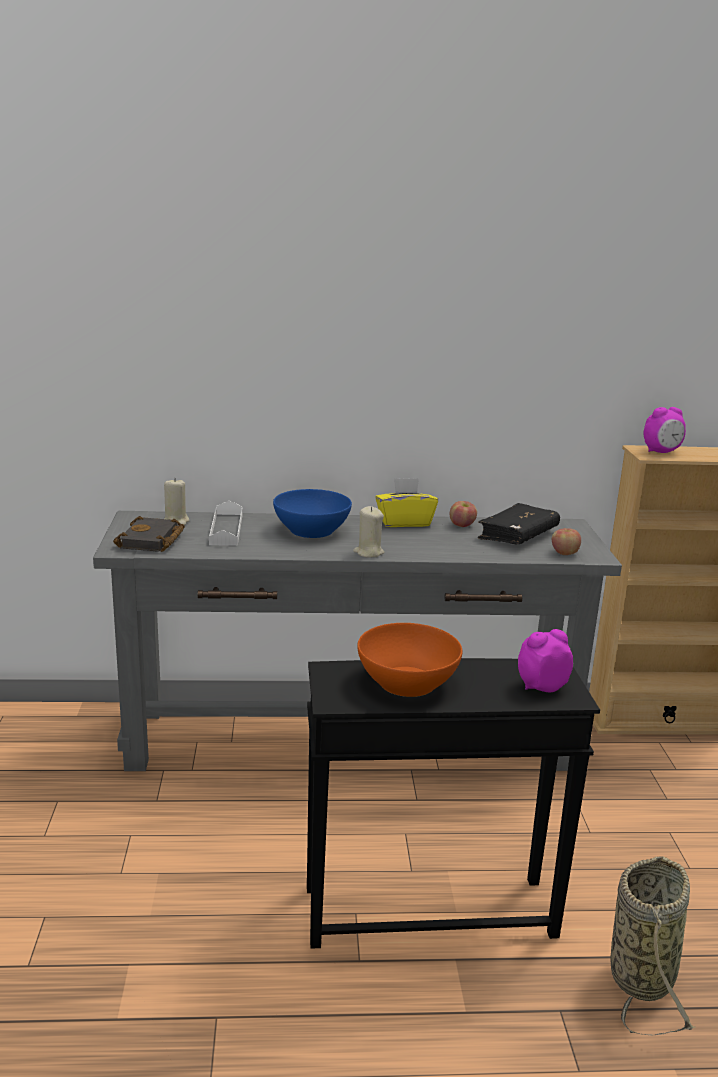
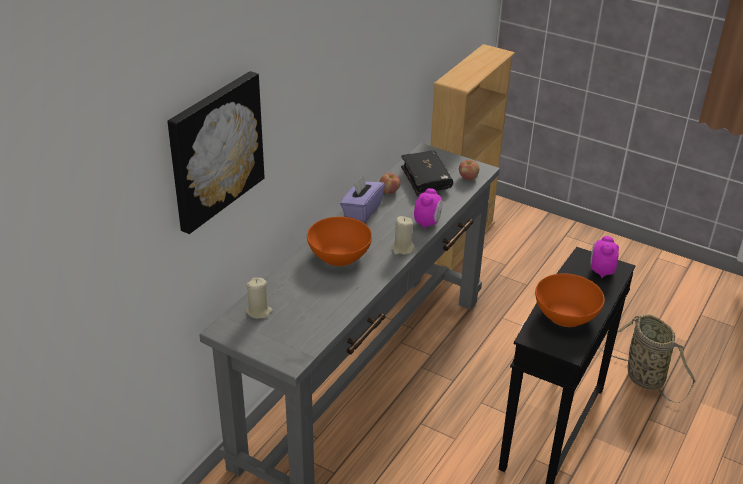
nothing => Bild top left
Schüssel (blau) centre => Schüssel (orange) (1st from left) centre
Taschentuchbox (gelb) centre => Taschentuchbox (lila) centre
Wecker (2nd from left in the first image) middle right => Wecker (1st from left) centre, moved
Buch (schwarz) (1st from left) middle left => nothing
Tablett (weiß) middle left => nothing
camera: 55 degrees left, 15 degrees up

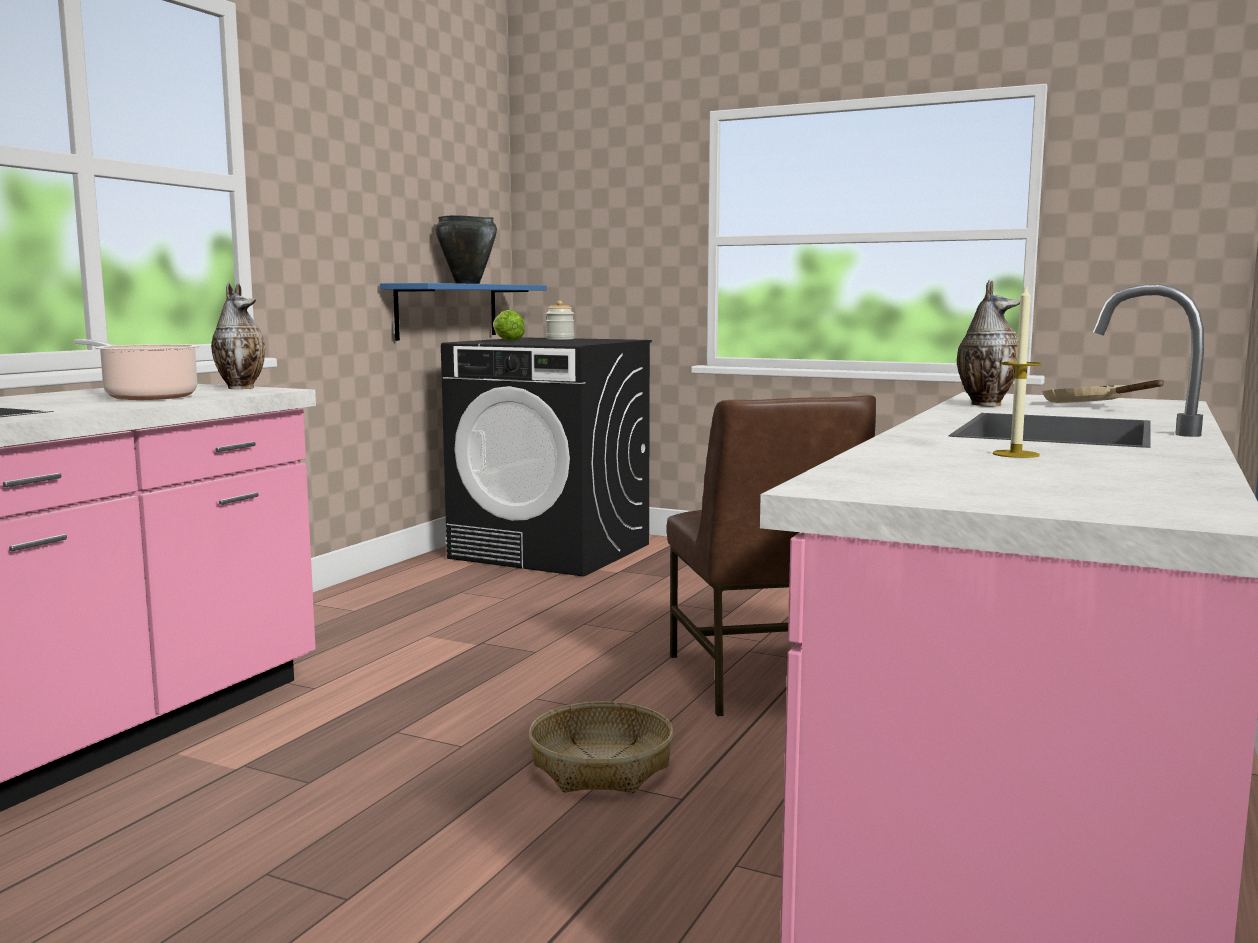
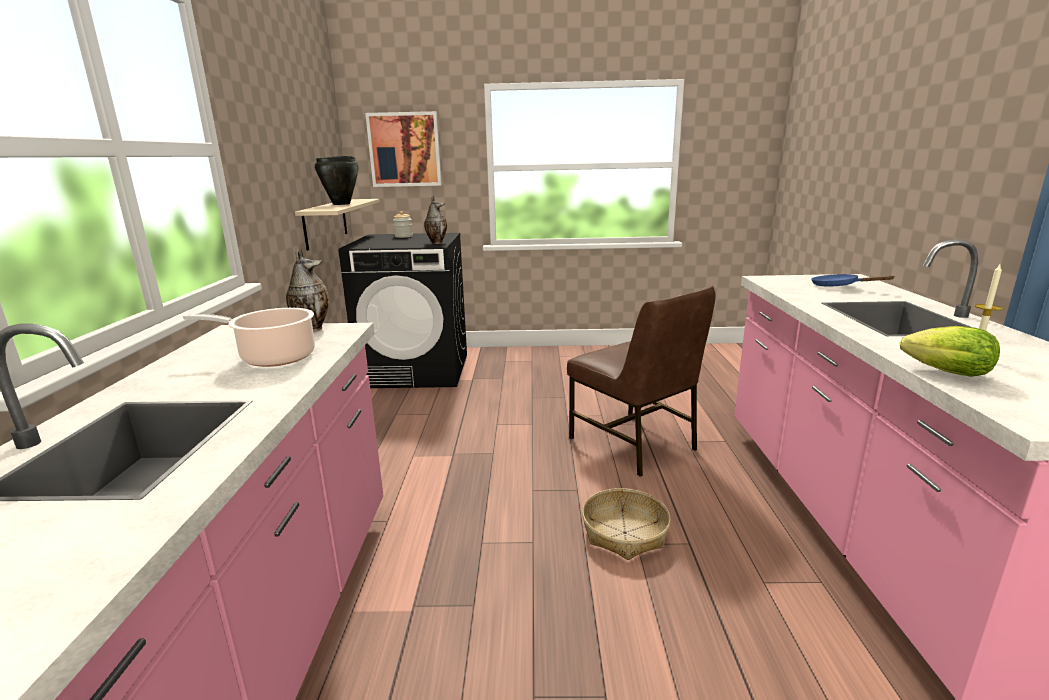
Wandregal (blau) top centre => Wandregal (beige) top left
nothing => Bild top centre
Vase (2nd from left) middle right => Vase (2nd from left) top centre, moved
Pfanne (beige) middle right => Pfanne (blau) middle right
Salatkopf centre => Salatkopf middle right, moved
camera: 25 degrees left, 10 degrees up

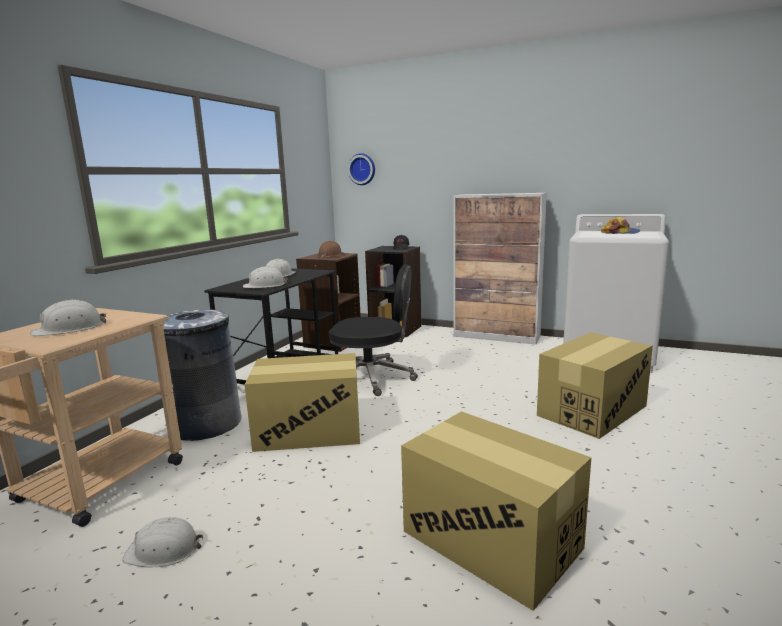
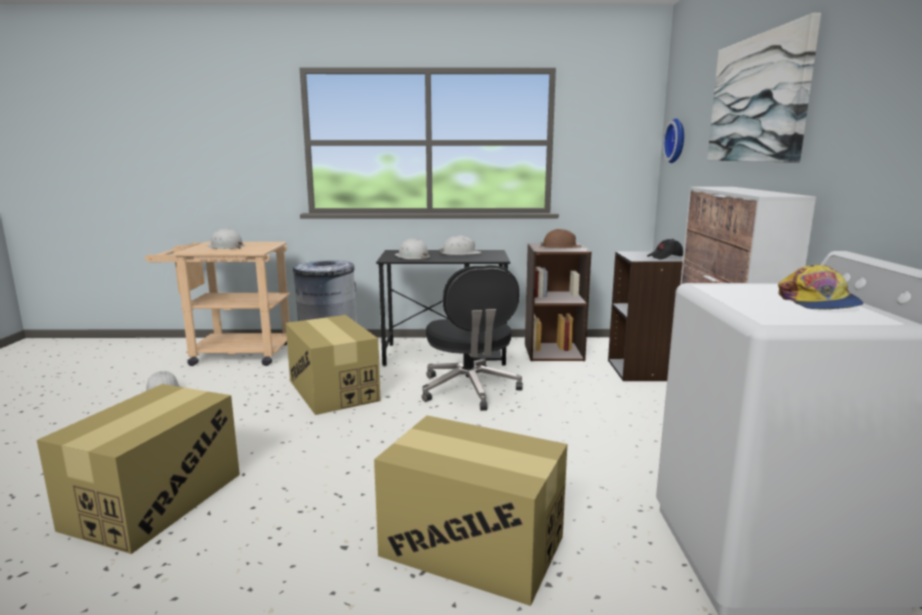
nothing => Bild top right
camera: 65 degrees right, 0 degrees up

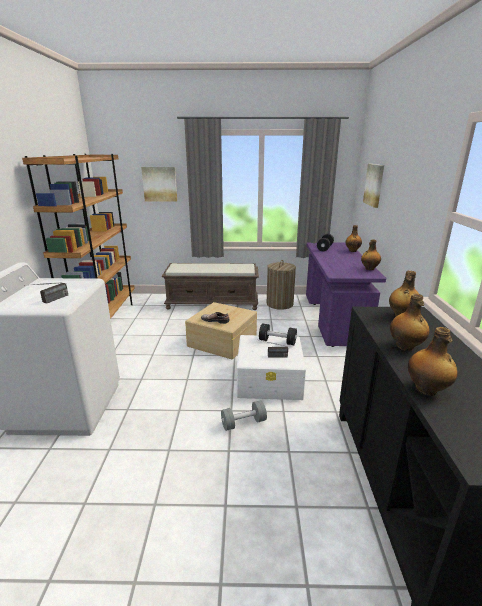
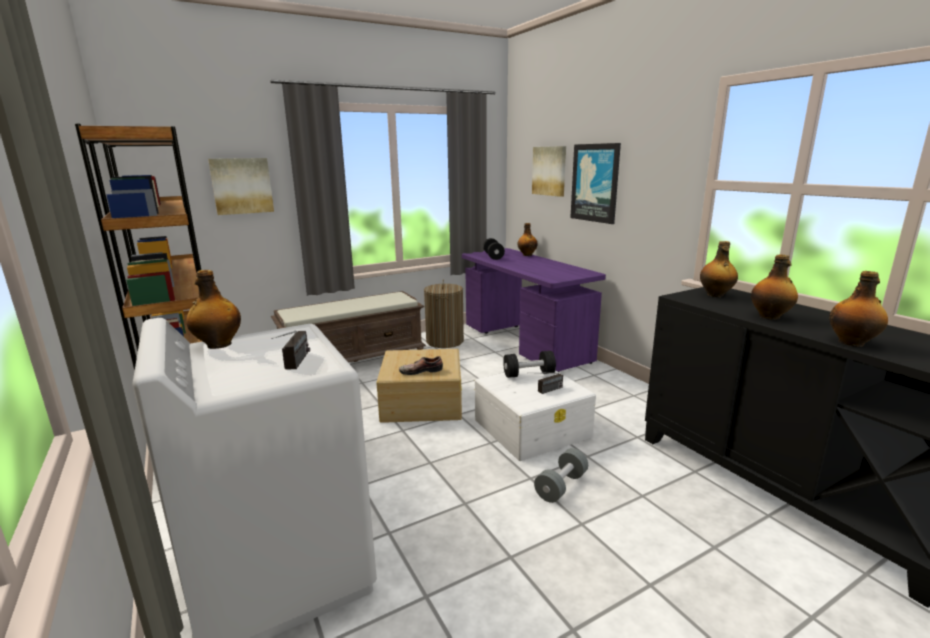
Flasche (2nd from left in the first image) middle right => Flasche (1st from left) middle left, moved
nothing => Bild (3rd from left) top centre
camera: 30 degrees left, 5 degrees down

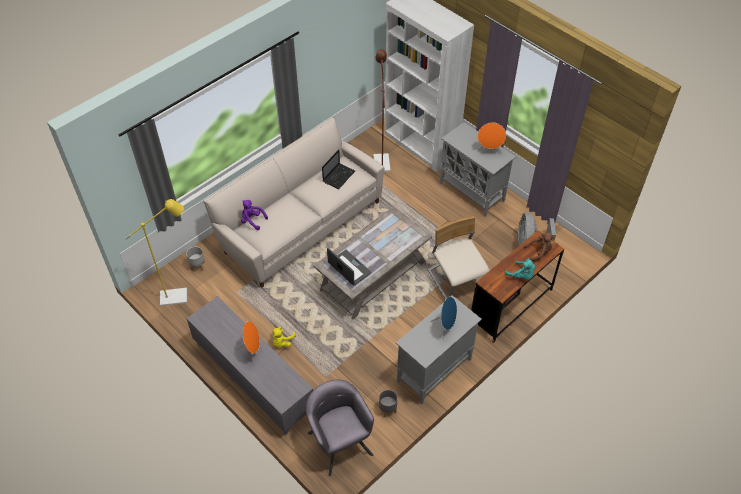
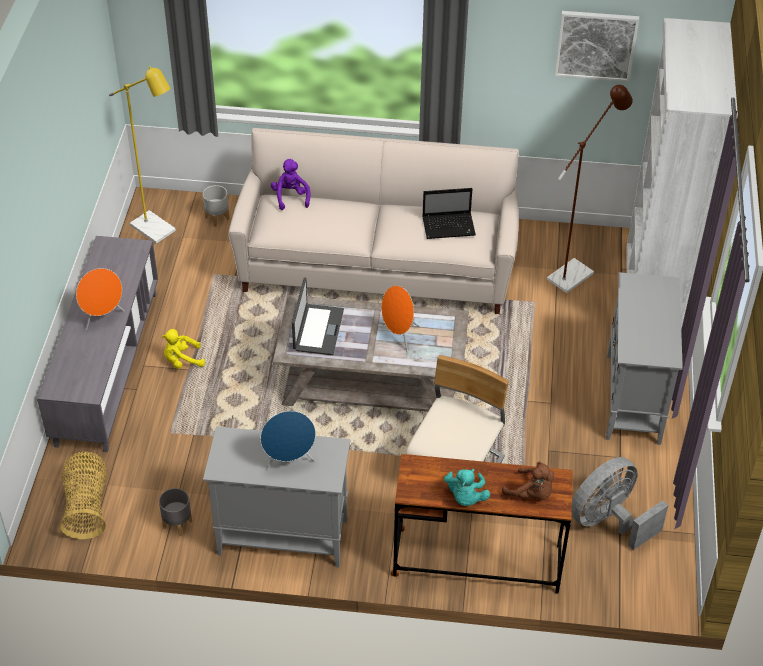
Sessel (grau) bottom centre => Korb bottom left
Lautsprecher (orange) (2nd from left) top centre => Lautsprecher (orange) (2nd from left) centre, moved
nothing => Bild top right
camera: 50 degrees right, 5 degrees down

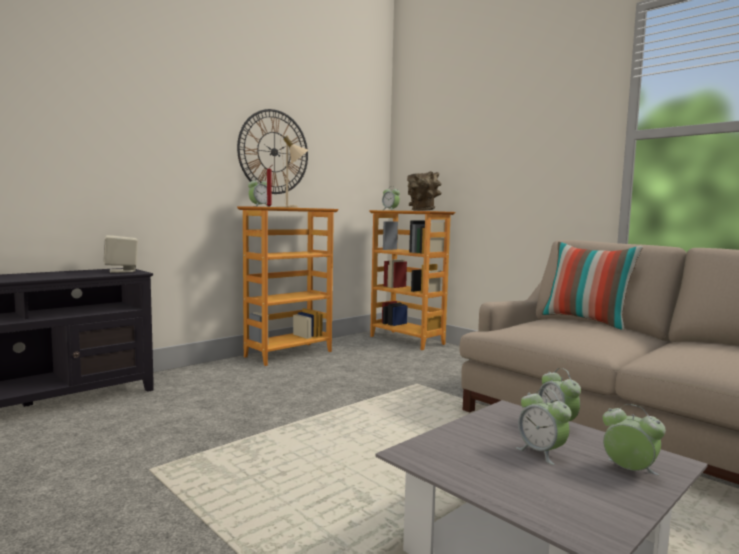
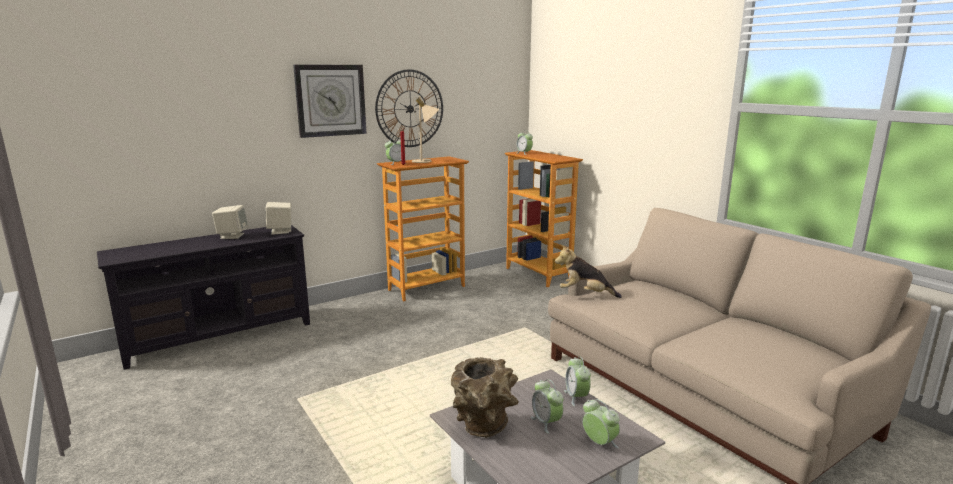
nothing => Lautsprecher (beige) (1st from left) middle left
nothing => Wanduhr (1st from left) top centre
Vase (braun) centre => Vase (braun) bottom centre, moved
nothing => Plüschtier centre
Kissen middle right => nothing
camera: 10 degrees right, 10 degrees up

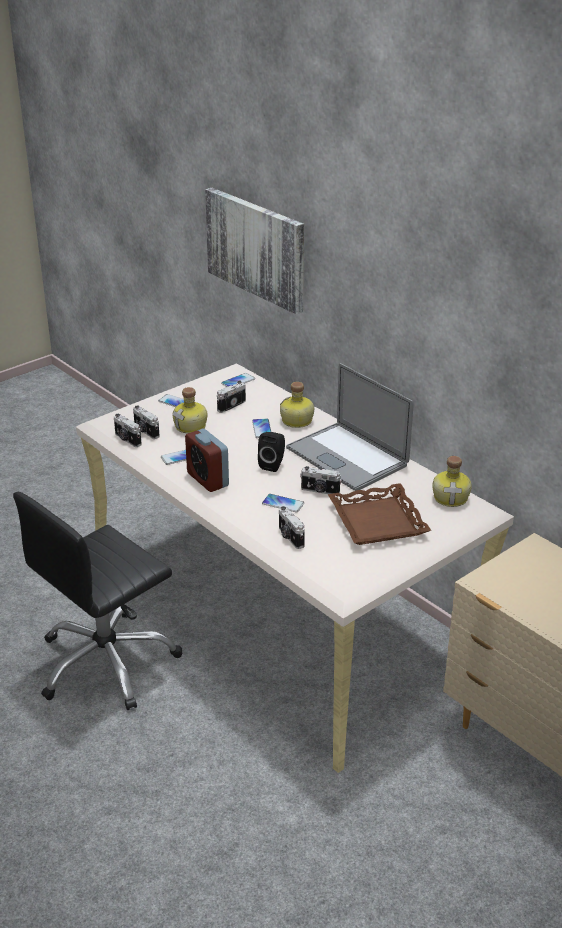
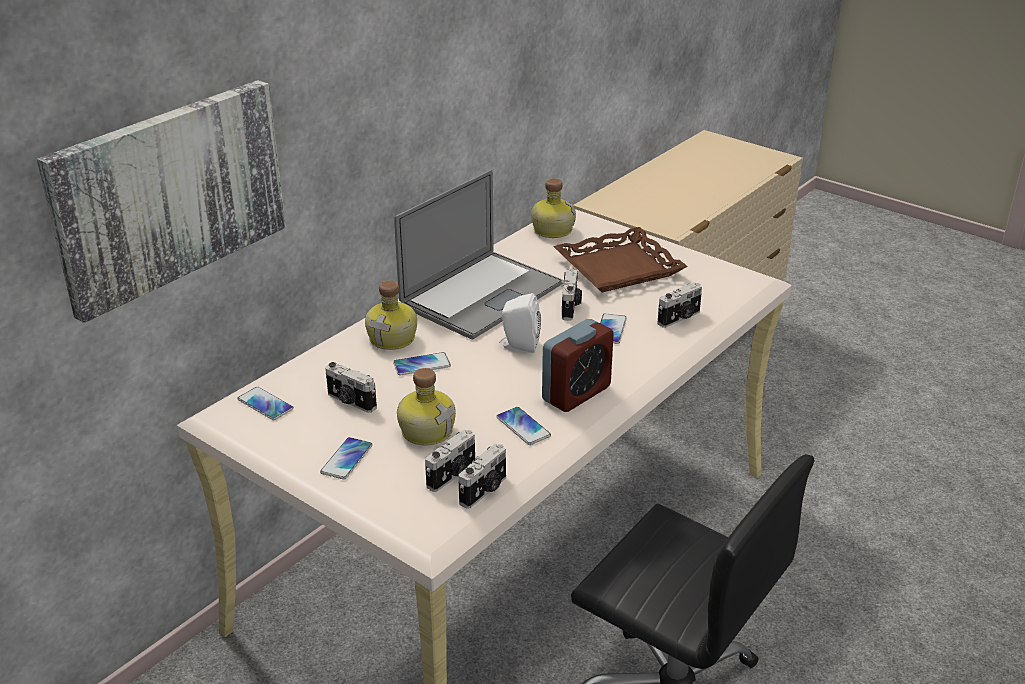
Lautsprecher (schwarz) centre => Lautsprecher (weiß) centre
camera: 100 degrees left, 0 degrees up

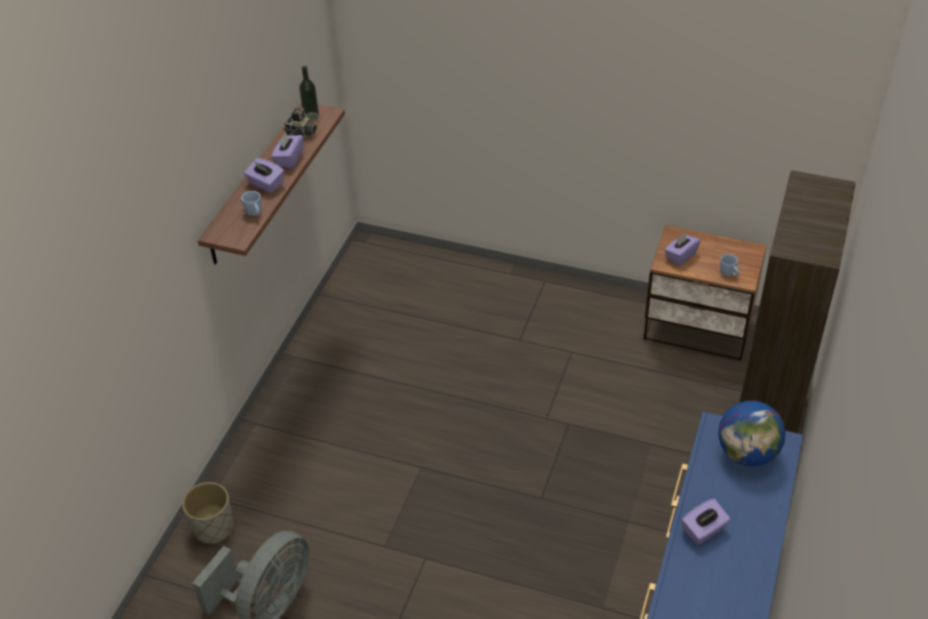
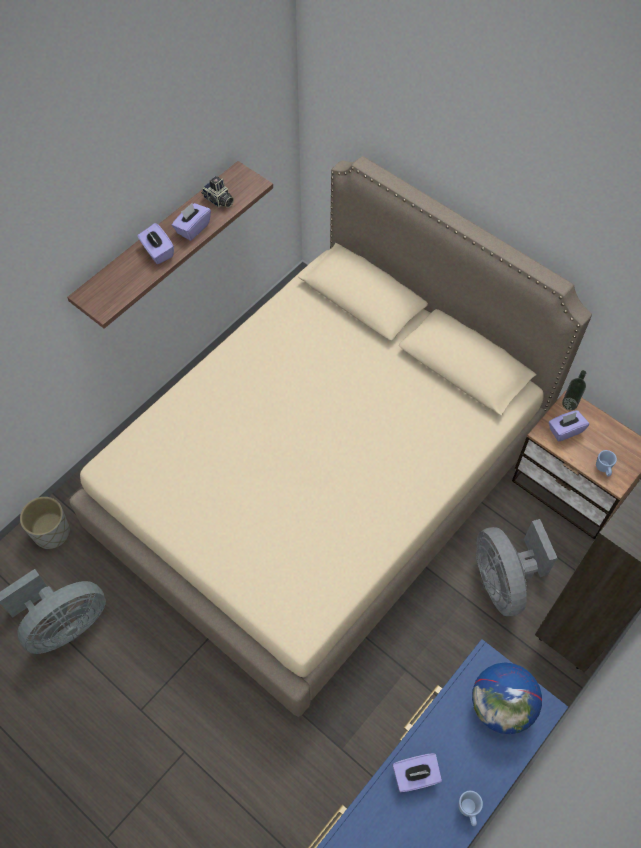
nothing => Bett (beige) centre
Henkelbecher (blau) (1st from left) top left => Henkelbecher (blau) (1st from left) bottom right, moved
nothing => Ventilator (grau) (2nd from left) bottom right
Flasche top left => Flasche middle right, moved
camera: 20 degrees right, 15 degrees up

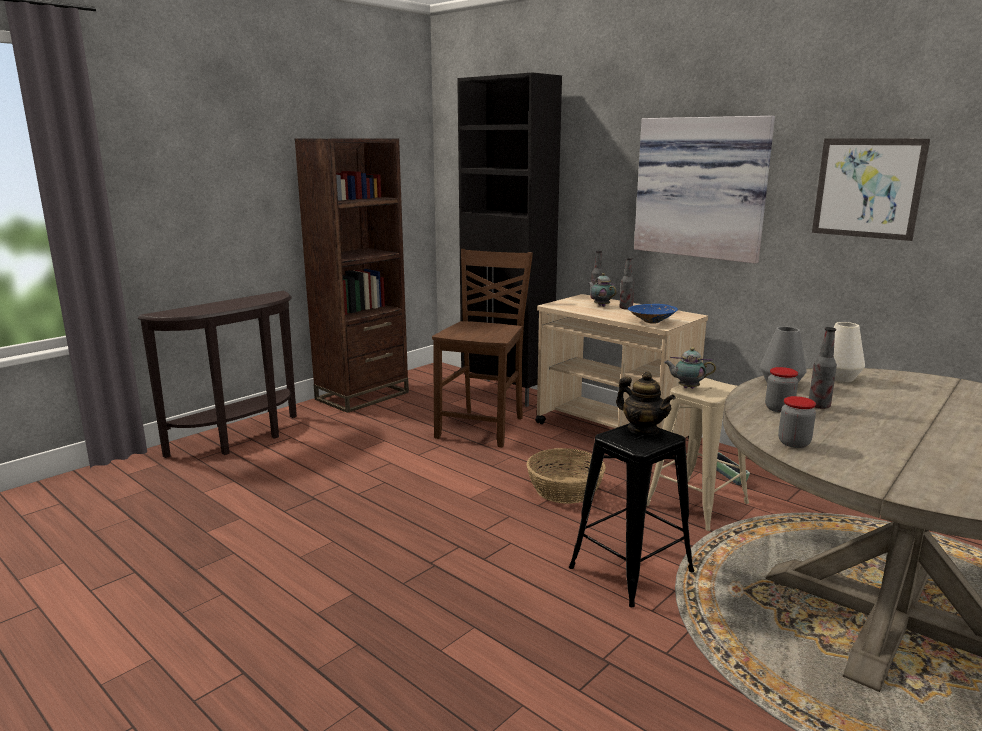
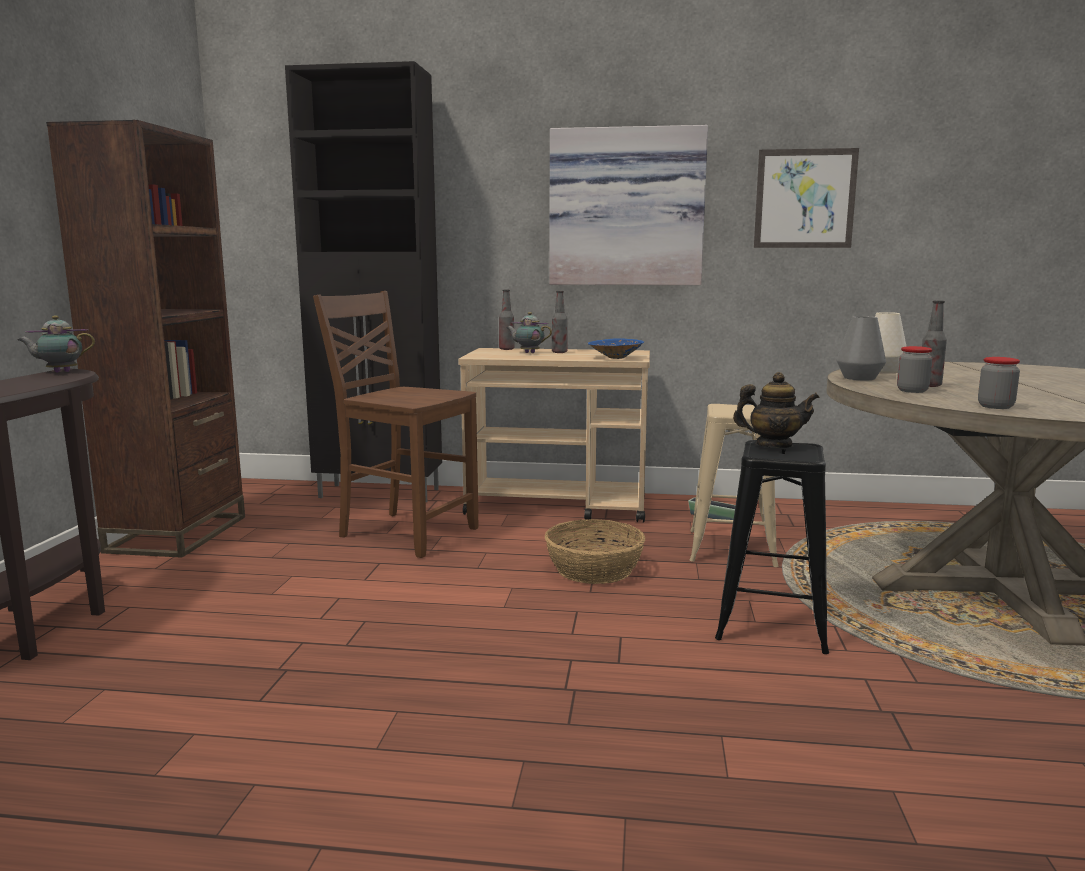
Teekanne (3rd from left in the first image) middle right => Teekanne (1st from left) middle left, moved
Stuhl (braun) centre, 45 degrees counterclockwise
camera: 35 degrees left, 5 degrees down

